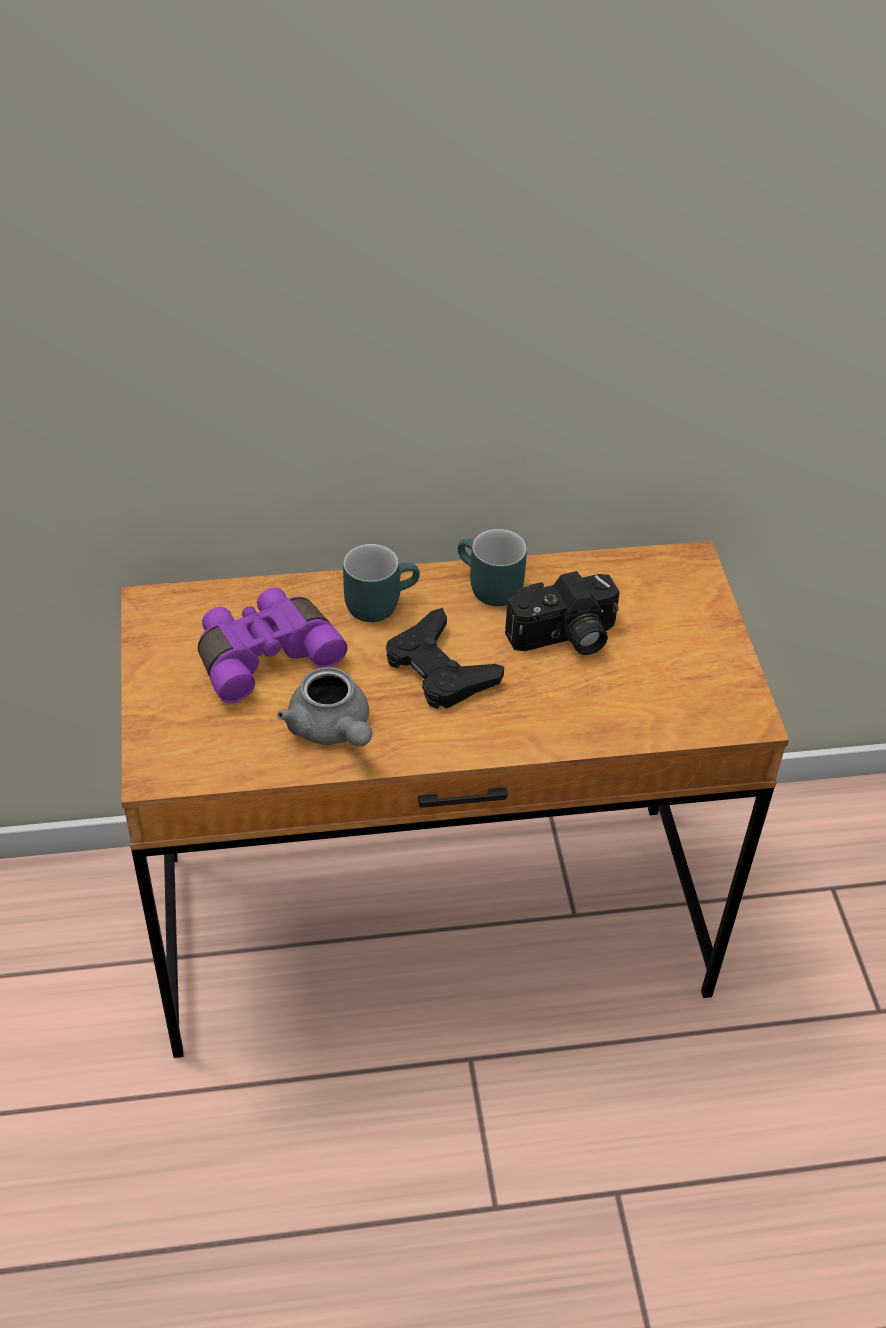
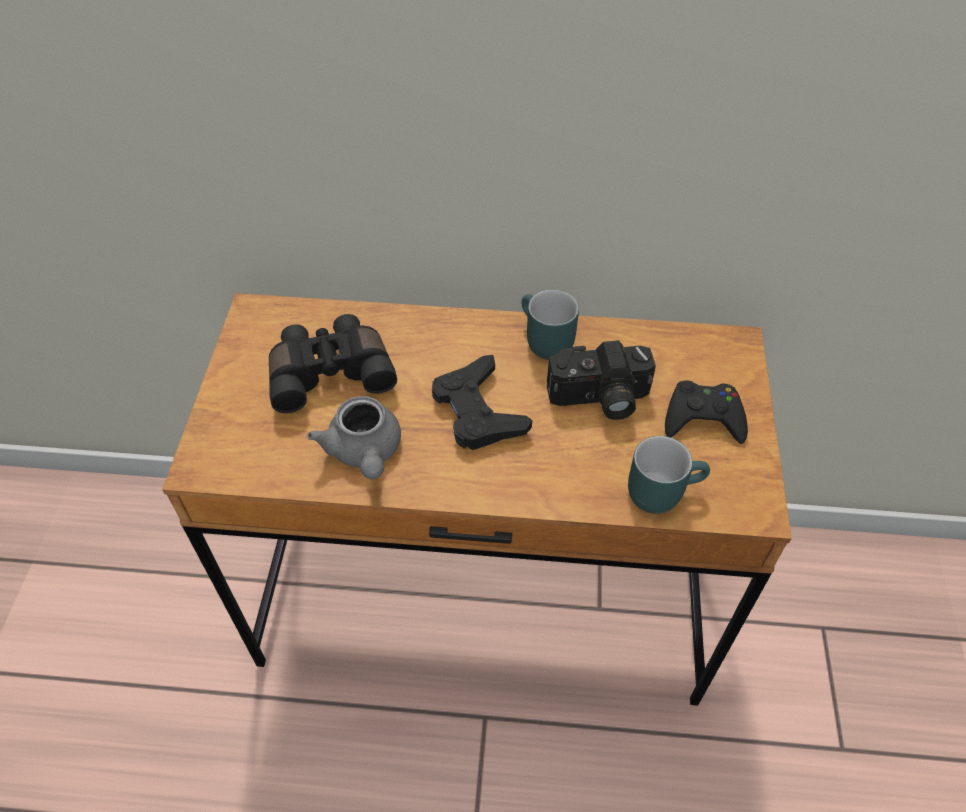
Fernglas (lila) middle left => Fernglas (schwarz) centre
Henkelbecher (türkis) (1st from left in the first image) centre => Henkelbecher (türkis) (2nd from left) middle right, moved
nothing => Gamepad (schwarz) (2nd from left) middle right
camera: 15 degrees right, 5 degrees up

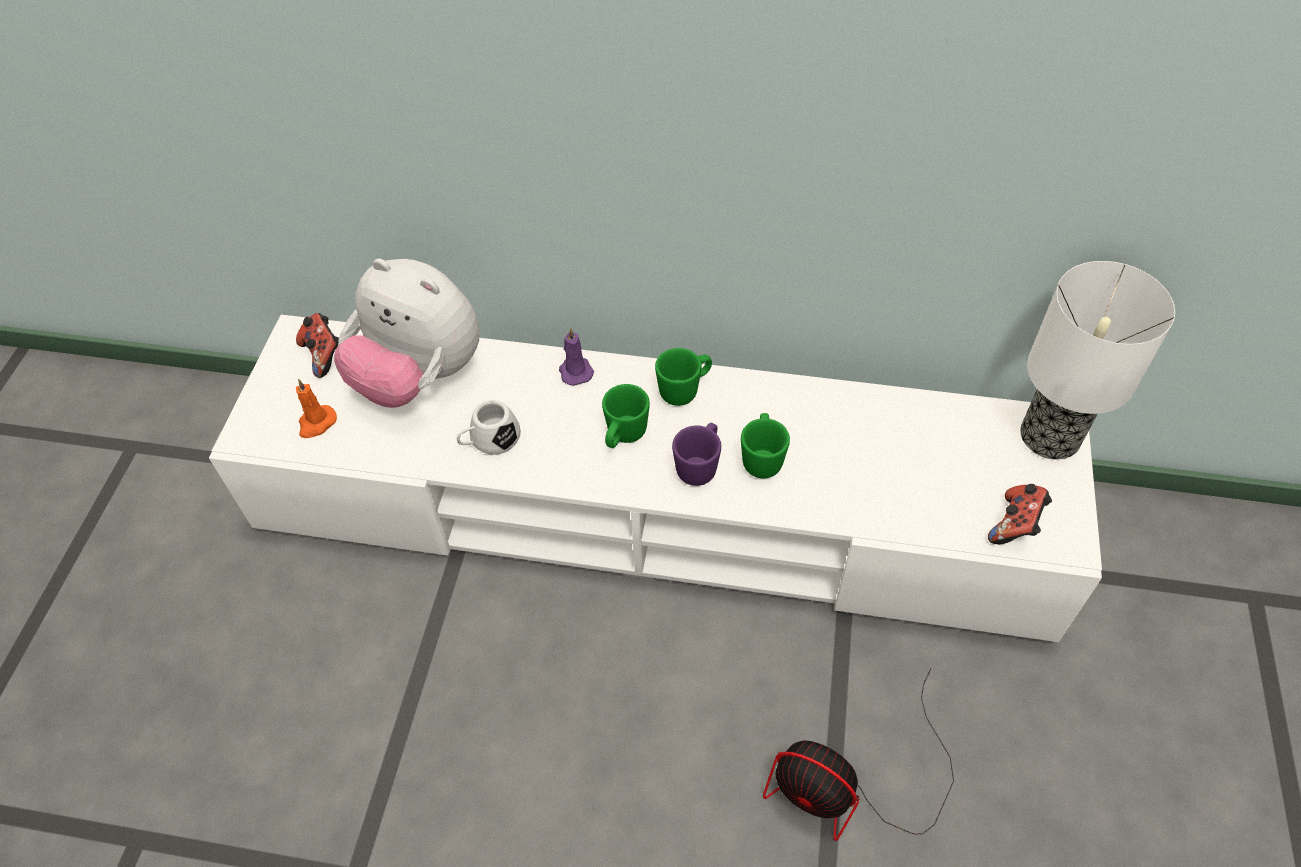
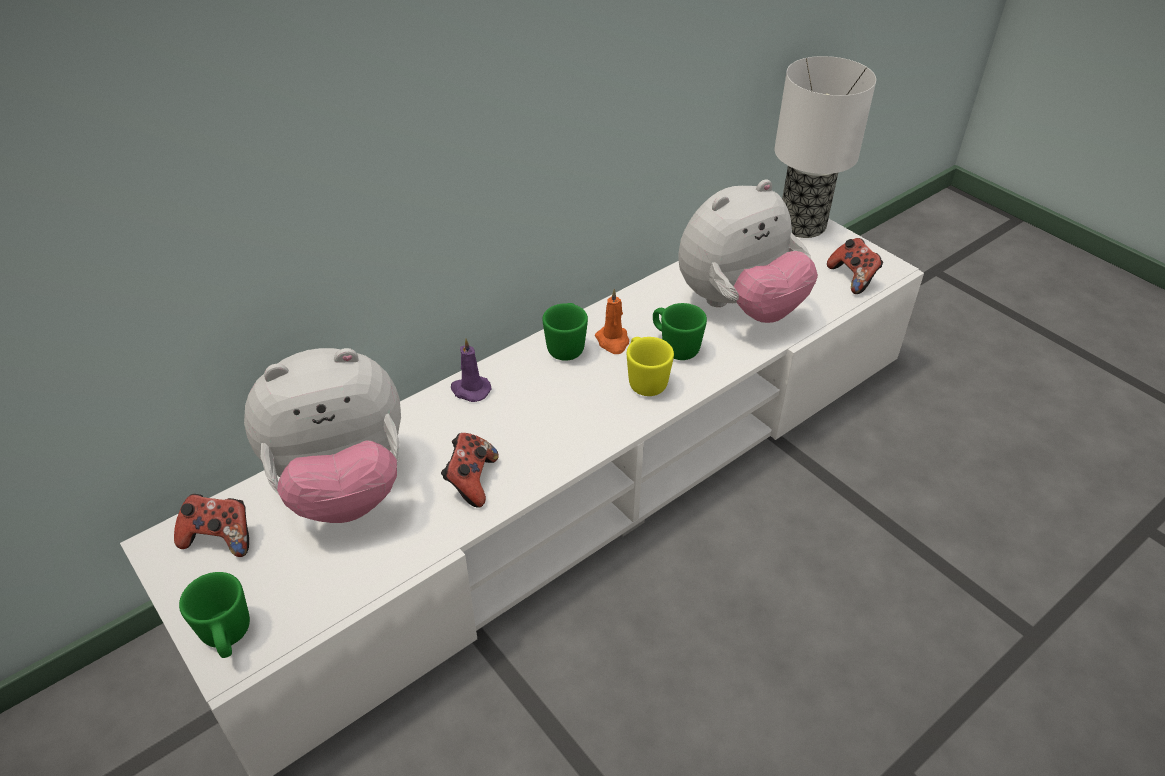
Henkelbecher (grün) (1st from left) centre => Henkelbecher (grün) (1st from left) bottom left, moved
Henkelbecher (weiß) centre => Gamepad (2nd from left) centre
Kerze (orange) middle left => Kerze (orange) centre, moved
Henkelbecher (lila) centre => Henkelbecher (gelb) centre
nothing => Plüschtier (2nd from left) top centre
Ventilator bottom centre => nothing
camera: 50 degrees left, 10 degrees down

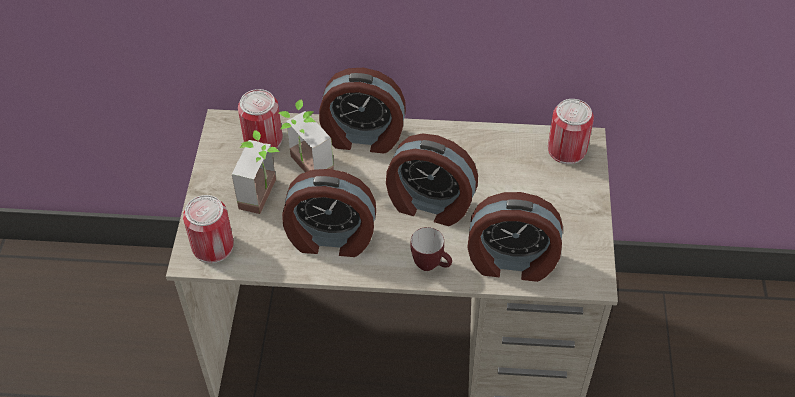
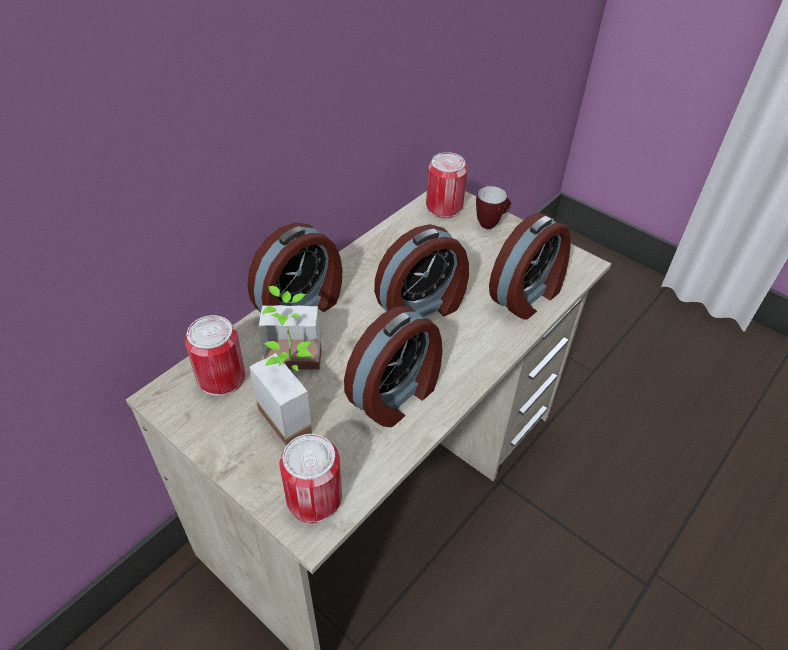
Henkelbecher centre => Henkelbecher top centre, moved
camera: 55 degrees left, 5 degrees down

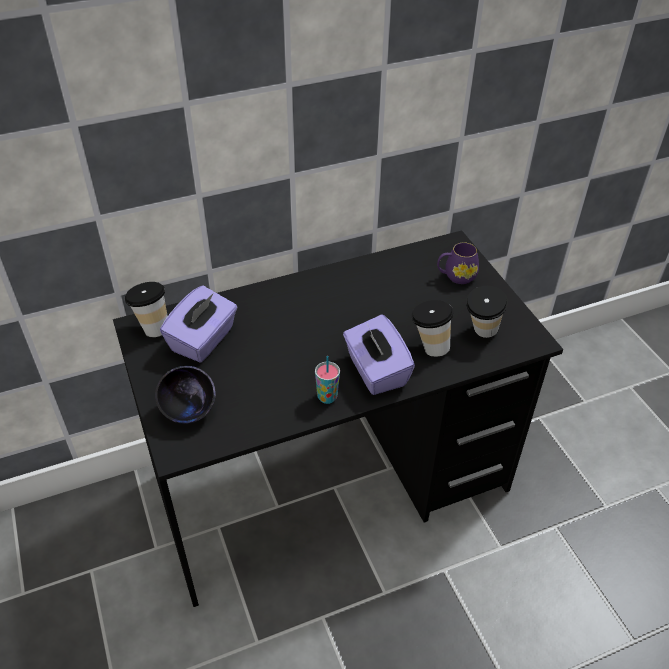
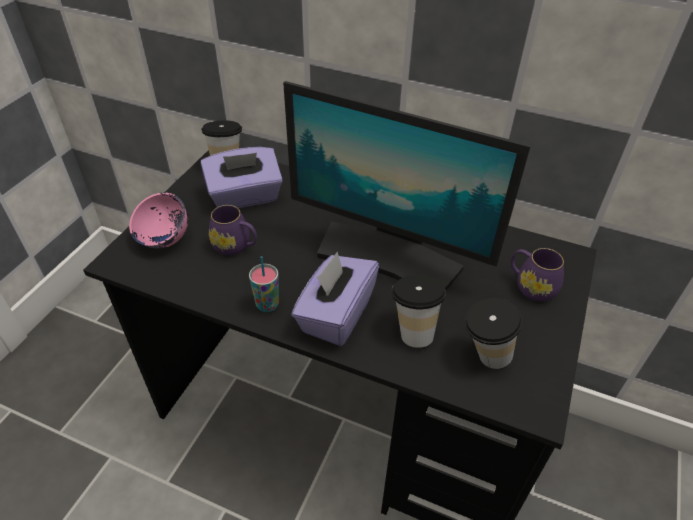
Schüssel (schwarz) middle left => Schüssel (rosa) middle left
nothing => Henkelbecher (lila) (1st from left) centre
nothing => Monitor centre
camera: 45 degrees right, 0 degrees up

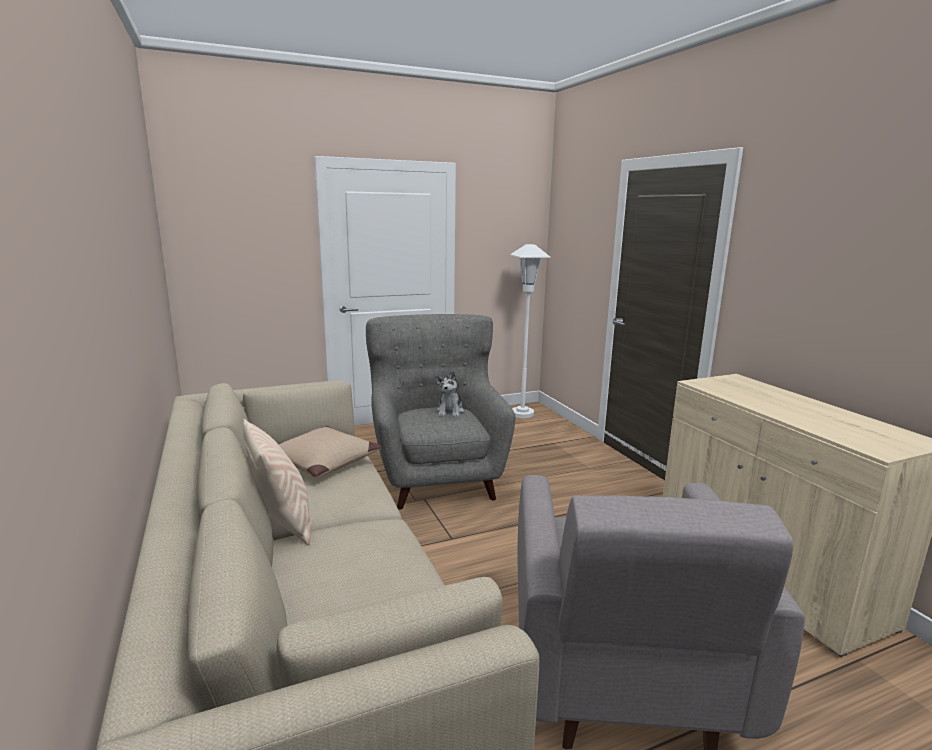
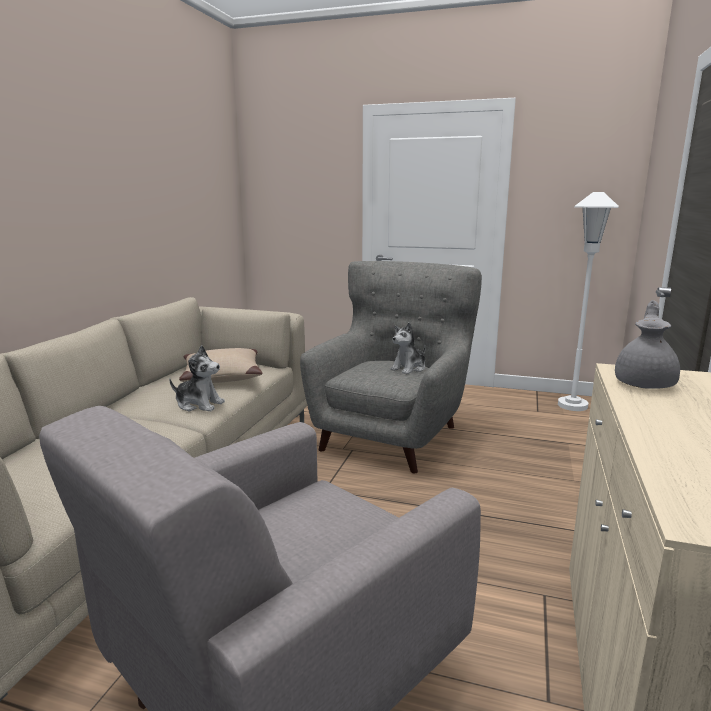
nothing => Plüschtier (1st from left) middle left
nothing => Teekanne (grau) middle right
Kissen (beige) (1st from left) middle left => nothing
camera: 40 degrees right, 0 degrees up

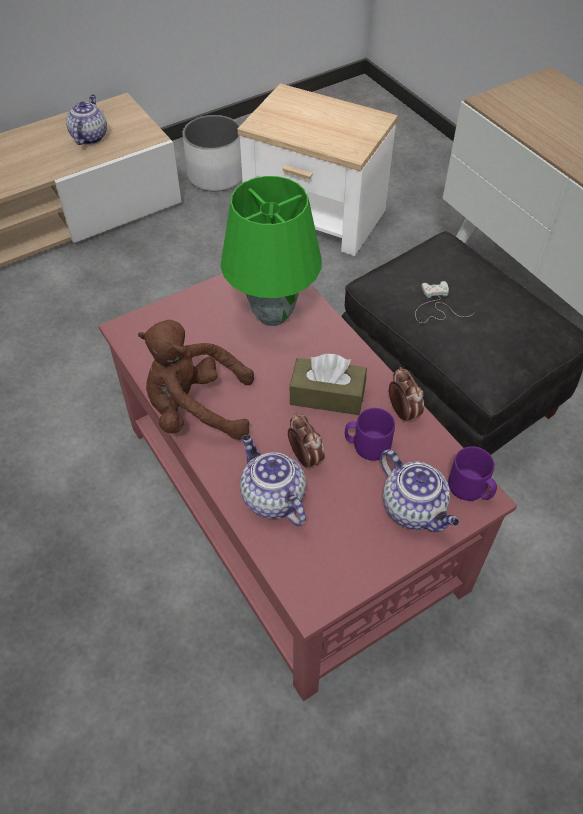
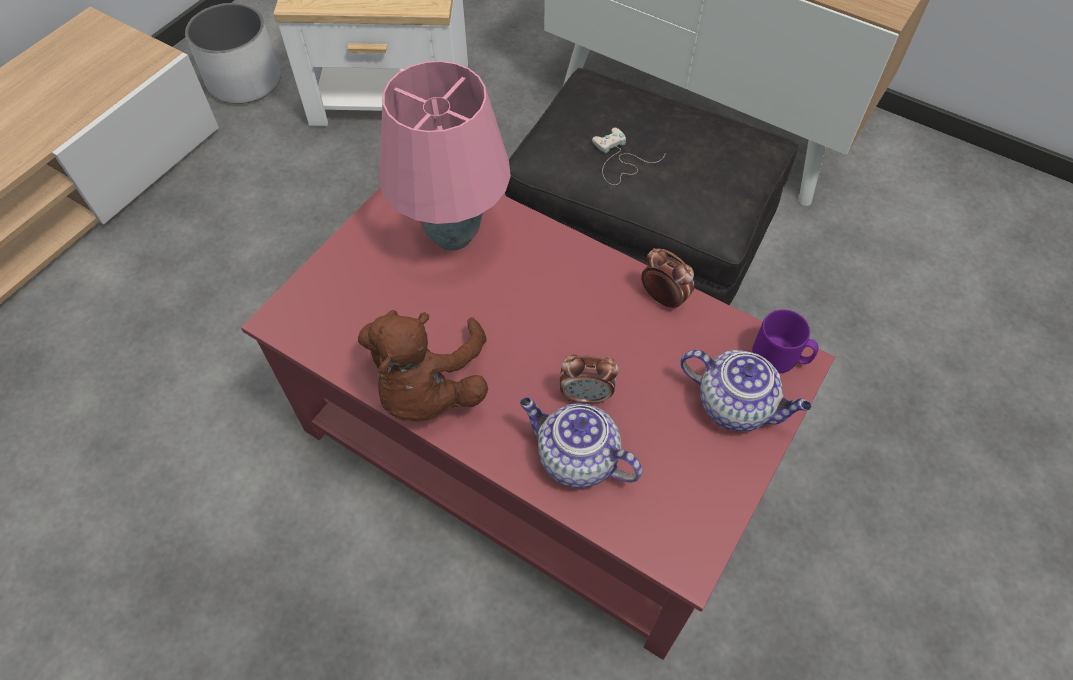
Plüschtier (braun) centre, 60 degrees counterclockwise
Tischlampe (grün) top centre => Tischlampe (rosa) top centre
Wecker (1st from left) centre, 150 degrees clockwise
Teekanne (1st from left) top left => nothing
Taschentuchbox (braun) centre => nothing
Henkelbecher (lila) (1st from left) centre => nothing
camera: 25 degrees left, 5 degrees up

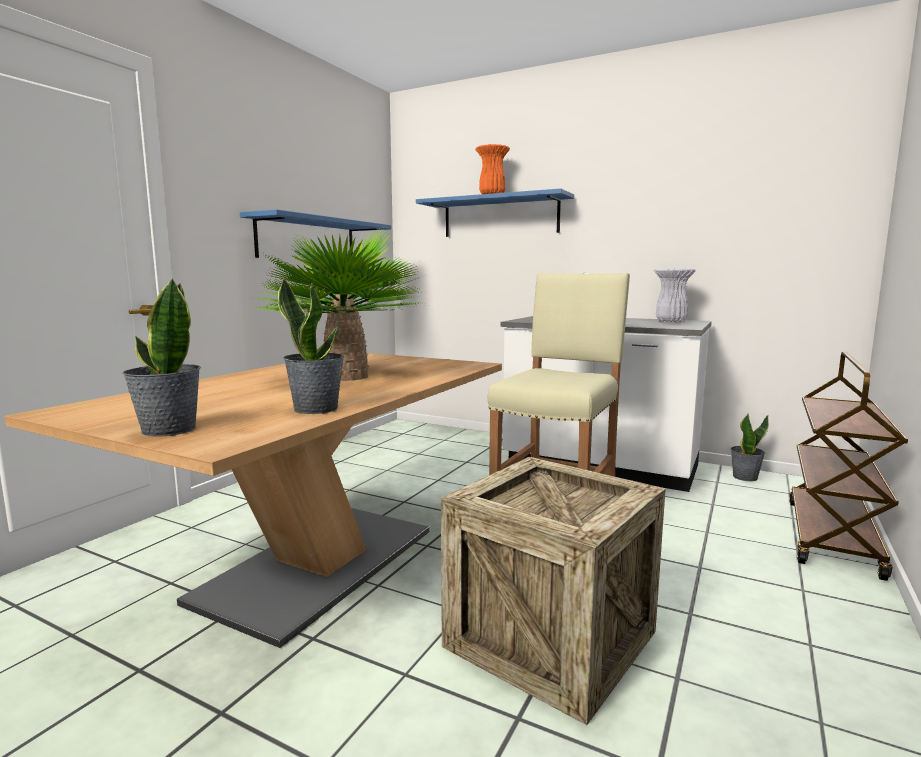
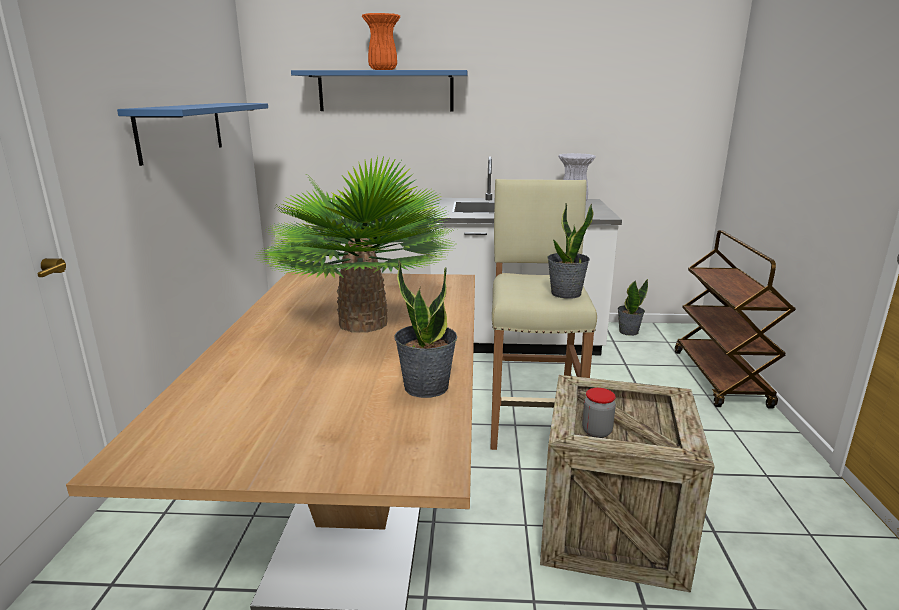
Topfpflanze (1st from left in the first image) middle left => Topfpflanze (3rd from left) centre, moved
nothing => Vorratsglas bottom centre
camera: 25 degrees left, 10 degrees up

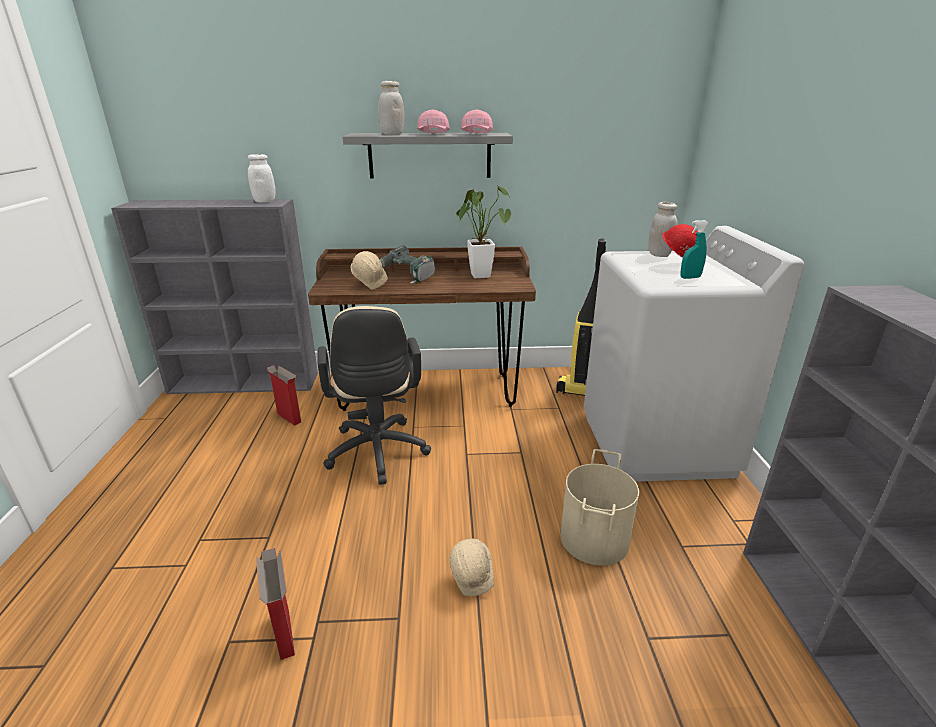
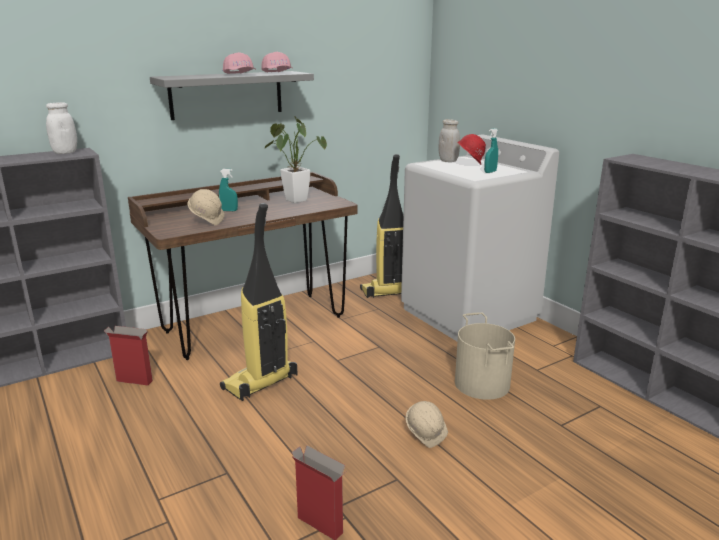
Bohrmaschine centre => Sprühflasche (türkis) (1st from left) middle left
Bürostuhl (beige) centre => Staubsauger (1st from left) centre
Vorratsglas (weiß) (2nd from left) top centre => nothing
camera: 30 degrees left, 5 degrees down

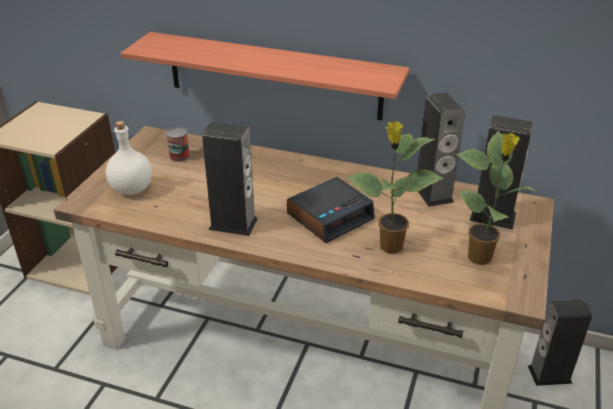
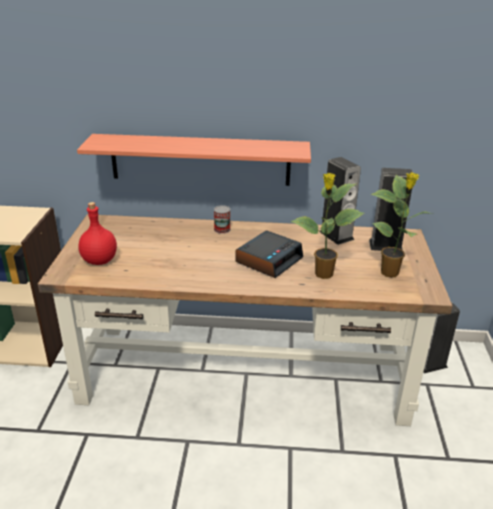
Flasche (weiß) middle left => Flasche (rot) middle left
Dose middle left => Dose centre, moved
Lautsprecher (1st from left) centre => nothing
camera: 15 degrees left, 5 degrees down

